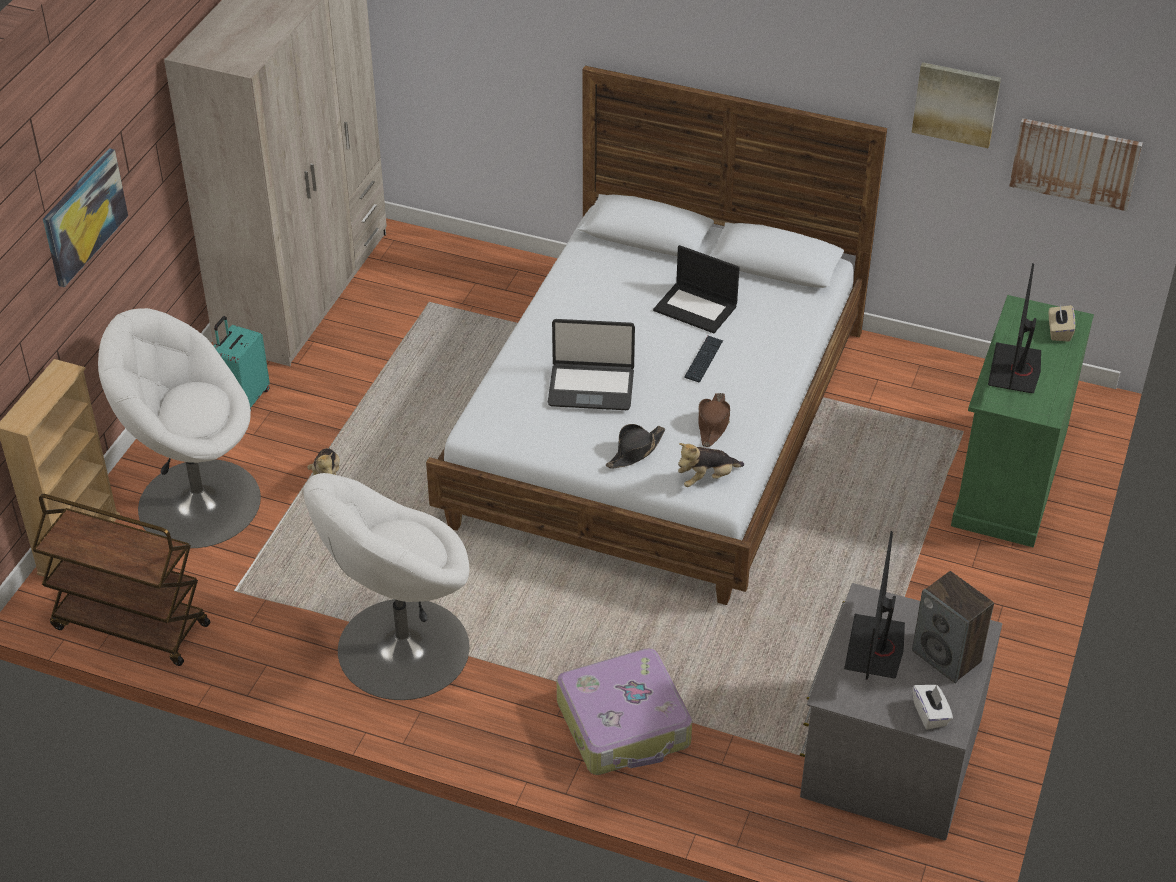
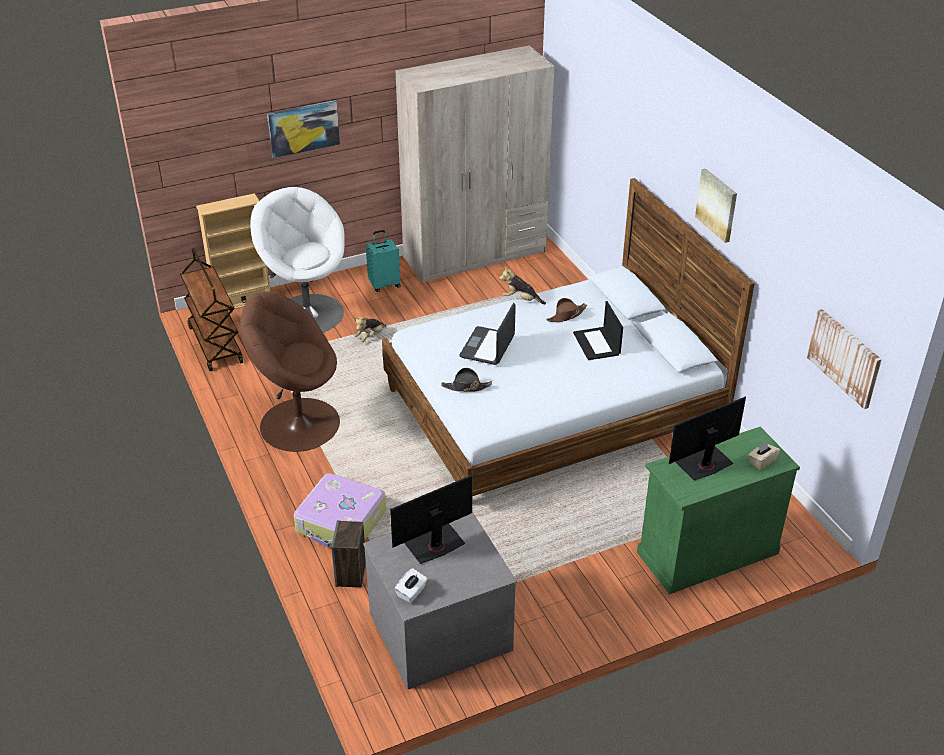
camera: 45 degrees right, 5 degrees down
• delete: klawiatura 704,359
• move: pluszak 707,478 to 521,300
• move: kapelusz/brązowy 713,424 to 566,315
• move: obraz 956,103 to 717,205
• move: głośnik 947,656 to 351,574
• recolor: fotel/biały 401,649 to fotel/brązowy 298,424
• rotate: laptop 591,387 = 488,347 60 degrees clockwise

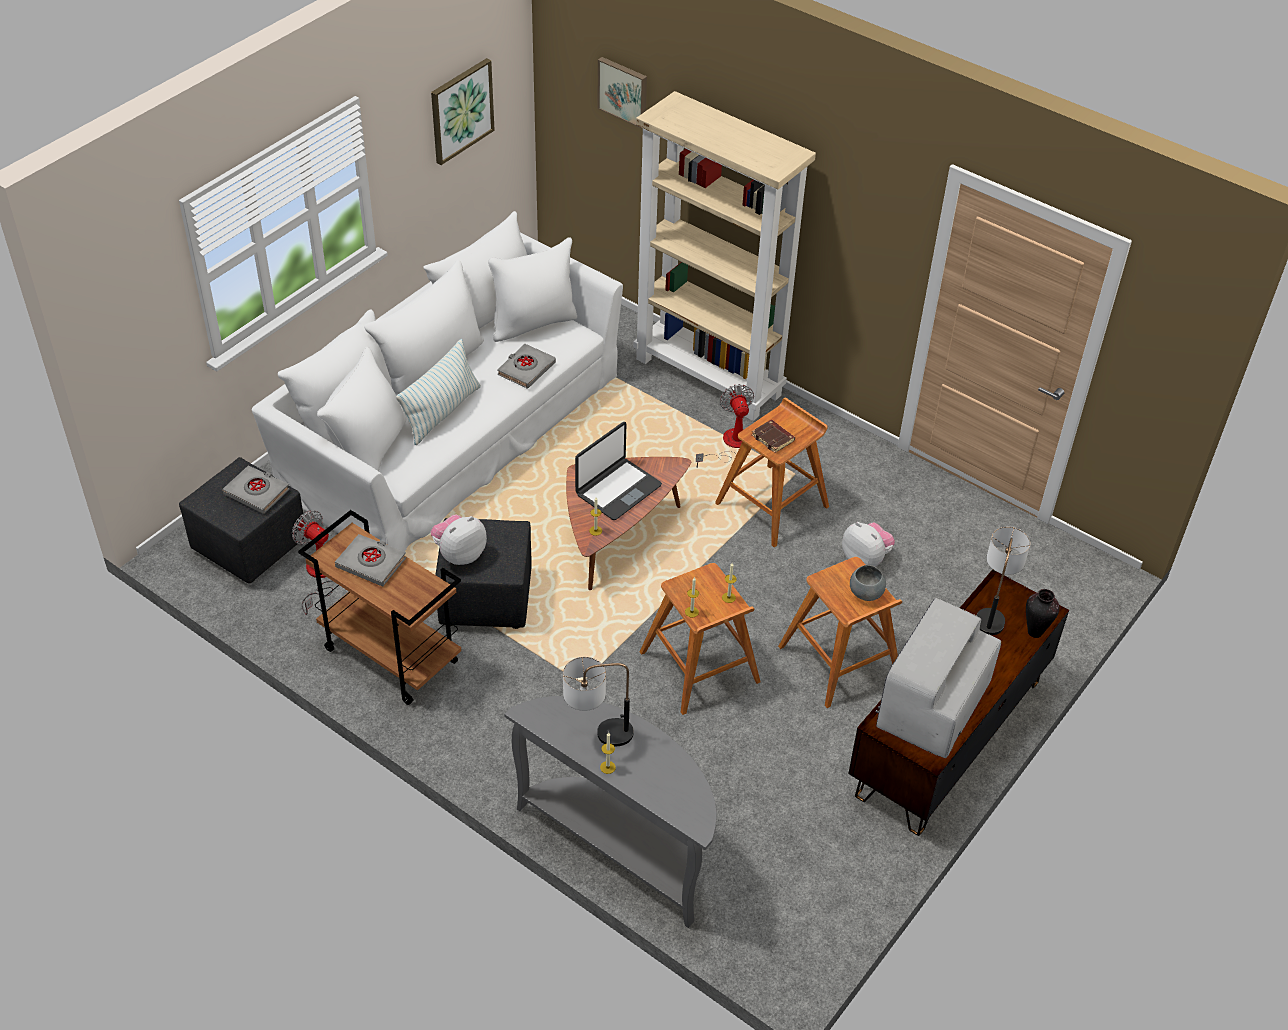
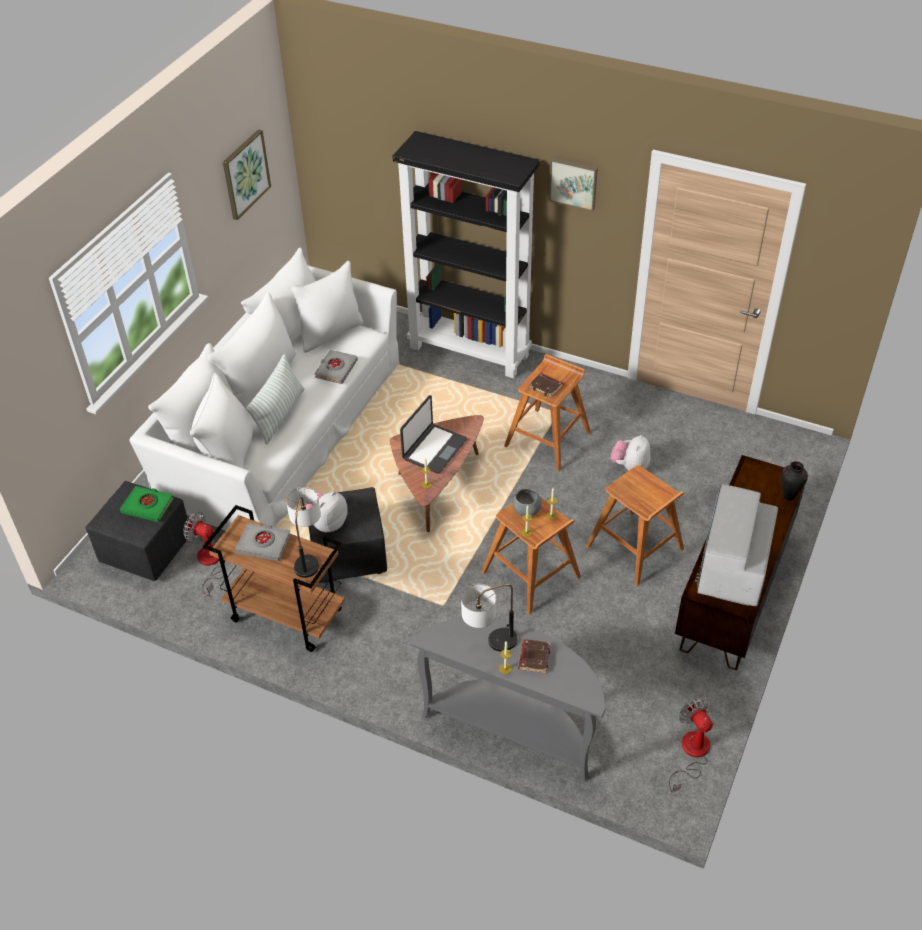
camera: 10 degrees left, 0 degrees up
• insert: książka/brązowy 533,657
• move: obraz 623,91 to 573,183
• move: wentylator 729,445 to 691,753
• move: miska/szary 866,593 to 526,510
• move: lampa stołowa 992,610 to 309,556
• recolor: książka/szary 257,492 to książka/zielony 148,506
• recolor: regał/beżowy 709,377 to regał/czarny 470,351
• rotate: pluszak 865,559 = 630,467 105 degrees counterclockwise

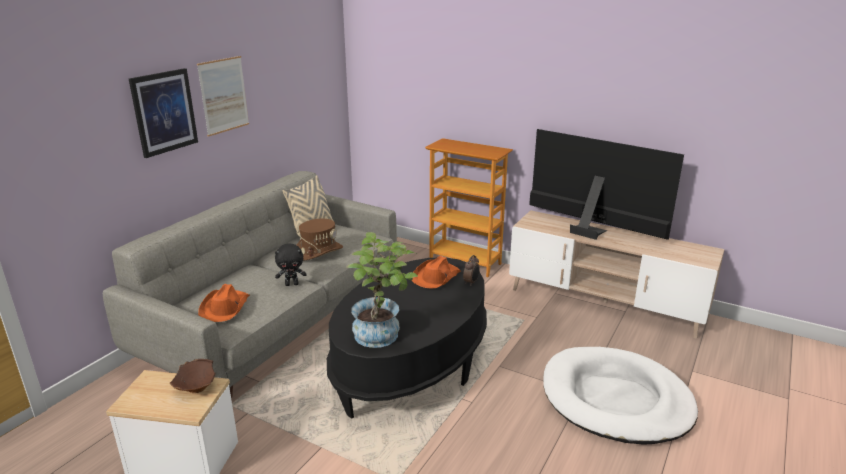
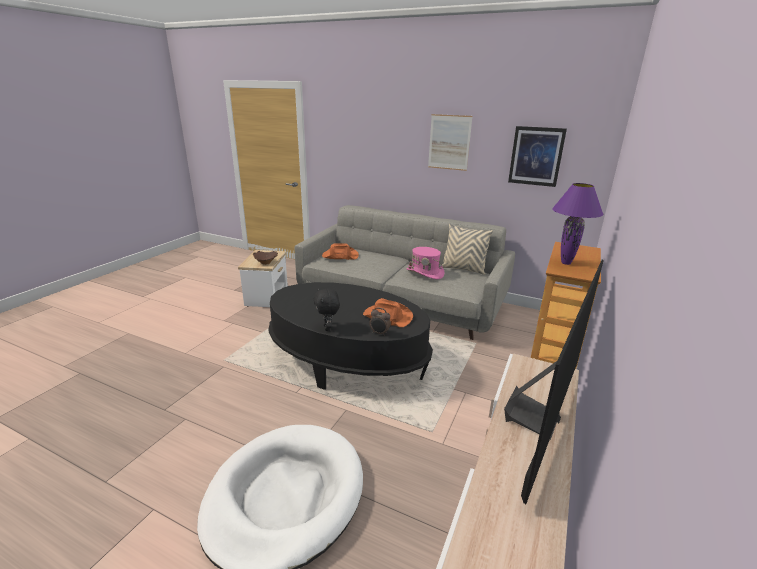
camera: 85 degrees right, 0 degrees up
• delete: roślina doniczkowa 383,336
• insert: lampa stołowa/fioletowy 566,263
• move: obraz 164,112 to 536,156
• move: pluszak/czarny 292,284 to 328,328
• recolor: kapelusz/brązowy 319,251 to kapelusz/różowy 425,273

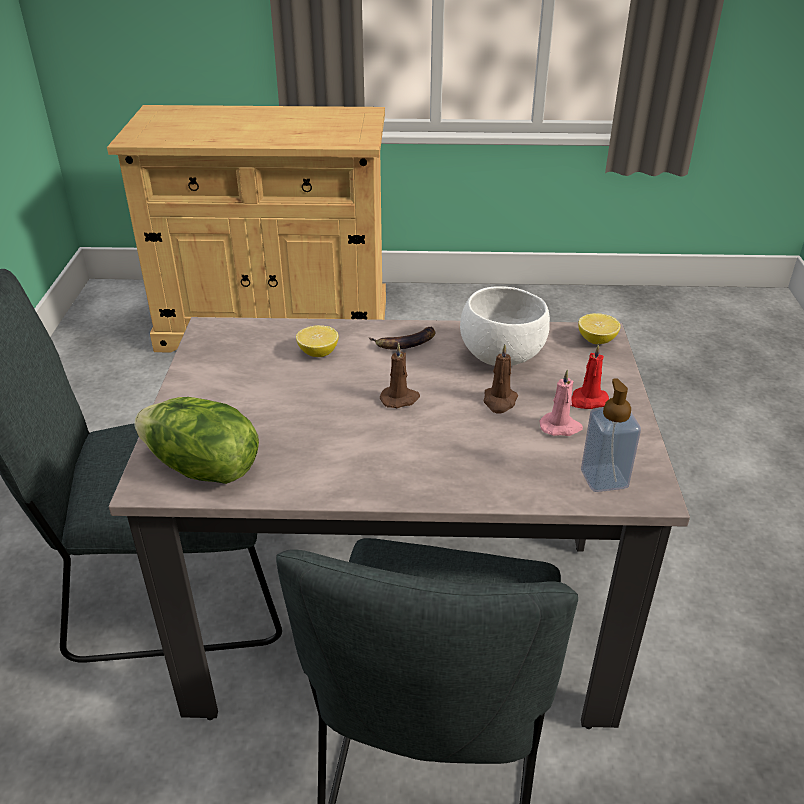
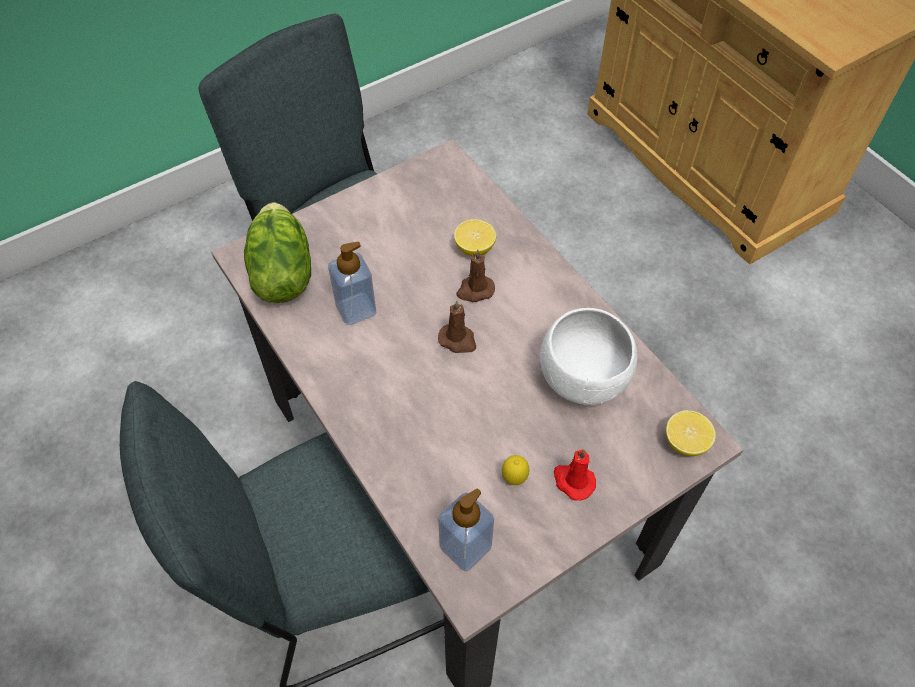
camera: 55 degrees right, 20 degrees up
• delete: banan 405,342
• insert: dozownik mydła 356,309
• move: świeca/brązowy 499,401 to 475,290
• replace: świeca/różowy 561,427 to cytryna 514,478

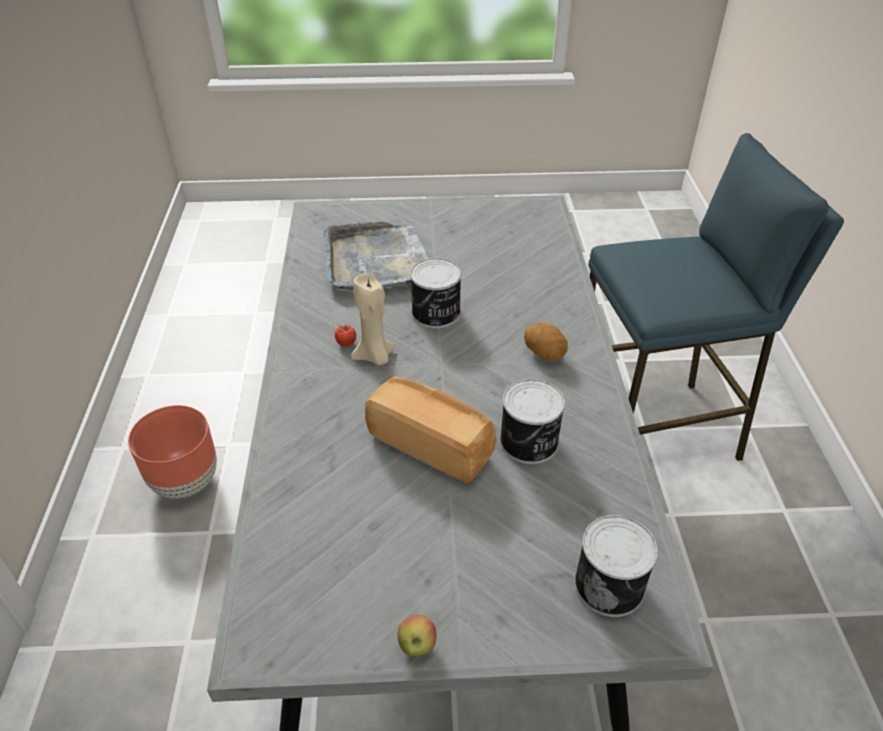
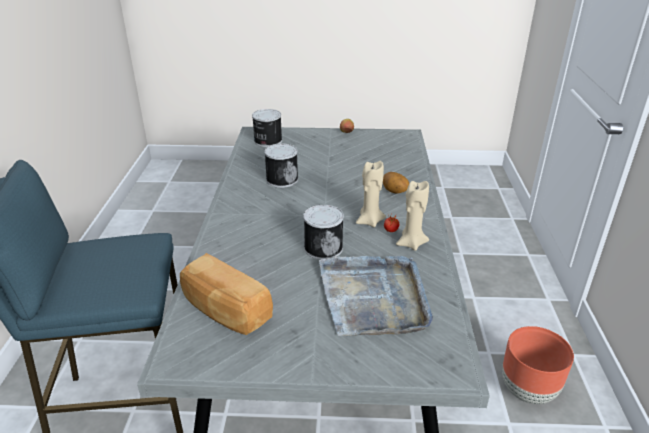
camera: 175 degrees left, 10 degrees down
• insert: świeca/beżowy 411,243
• move: chleb 431,444 to 225,310
• move: ziemniak 544,353 to 394,192

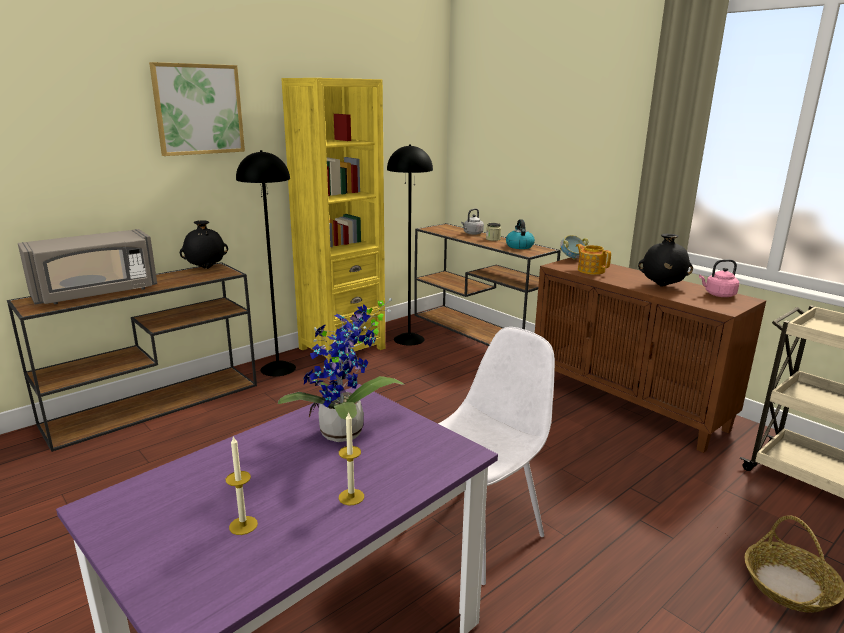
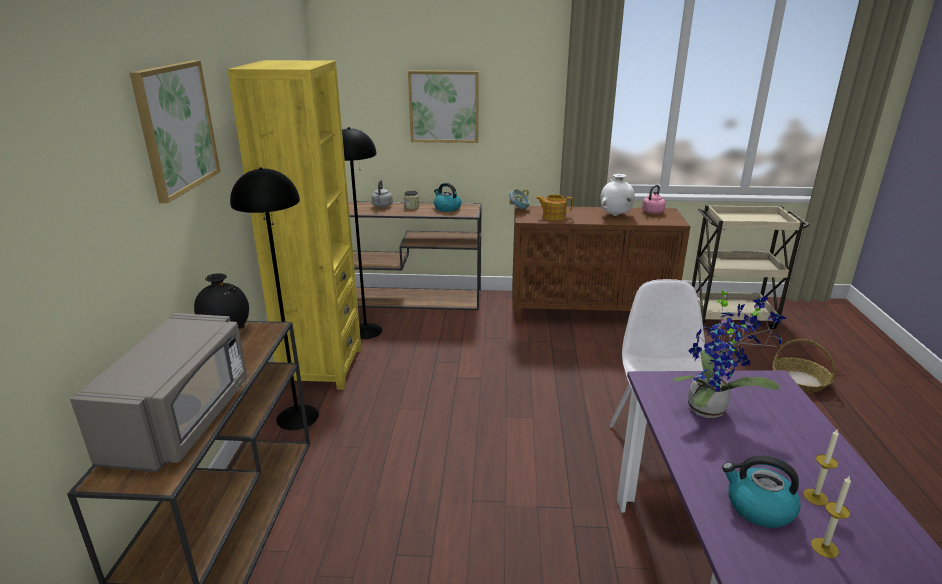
camera: 45 degrees left, 5 degrees up
• insert: obraz 444,107
• insert: czajnik 758,508
• move: świeca 351,497 to 824,548
• recolor: wazon/czarny 661,286 to wazon/biały 615,215

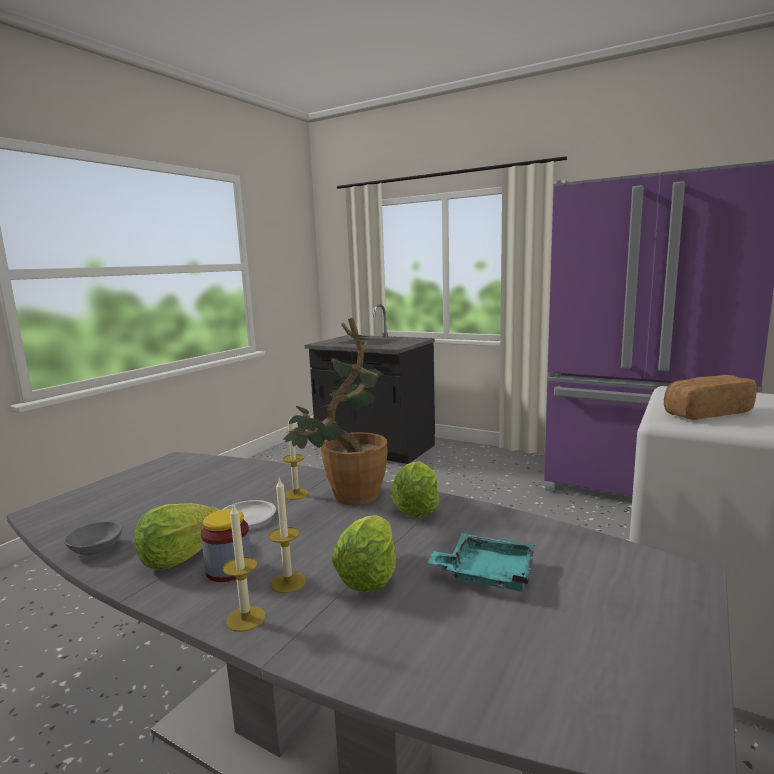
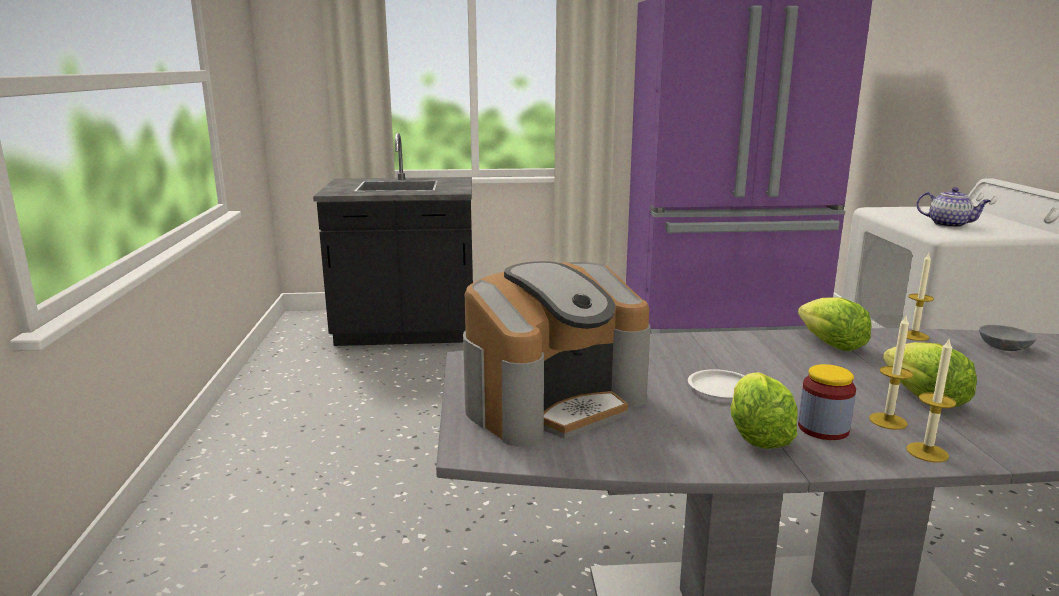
camera: 35 degrees left, 5 degrees up
• delete: roślina doniczkowa 347,499
• delete: taca/turkusowy 486,573
• insert: ekspres do kawy 554,401
• move: miska/szary 98,548 to 1005,346
• move: świeca 296,494 to 914,336
• replace: chleb 705,413 to imbryk 949,225

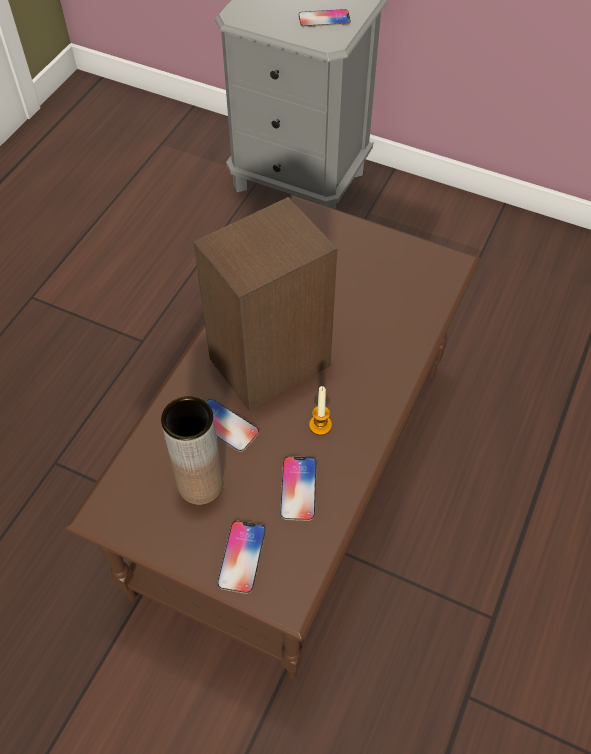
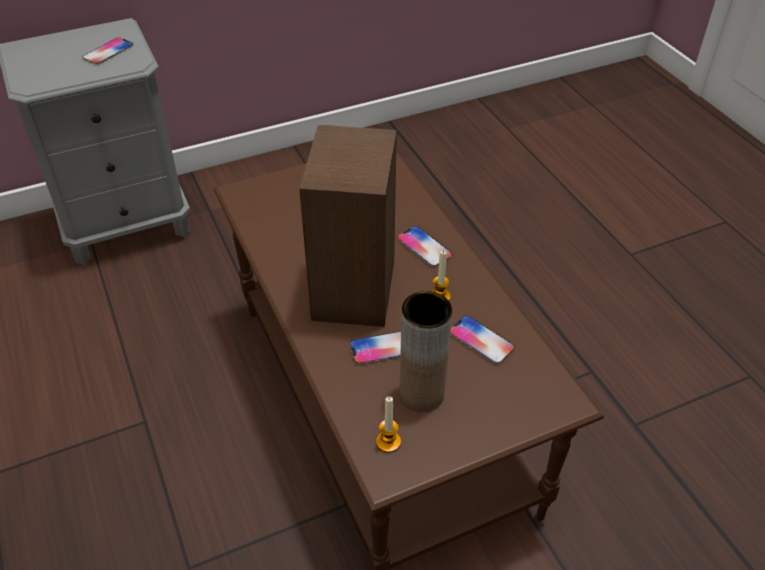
camera: 50 degrees left, 10 degrees down
• insert: świeca 388,442
• move: telefon 242,557 to 424,247

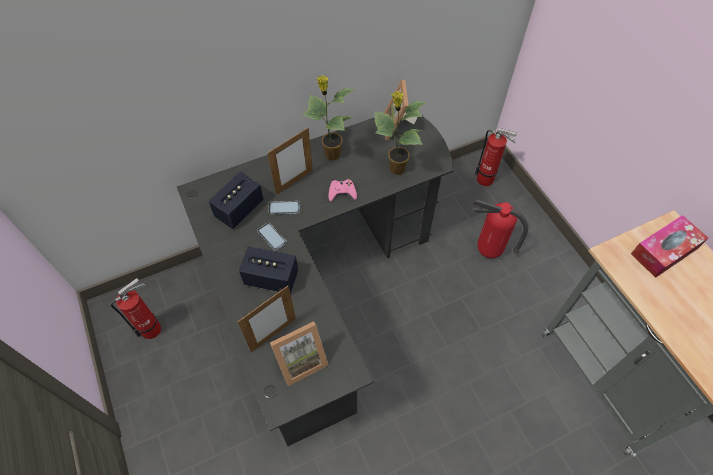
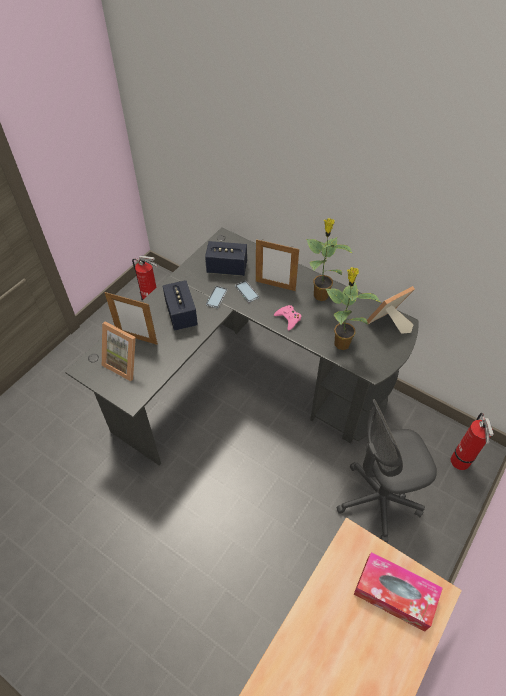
camera: 60 degrees right, 5 degrees down
• replace: gaśnica 488,252 to krzesło biurowe/szary 378,500

